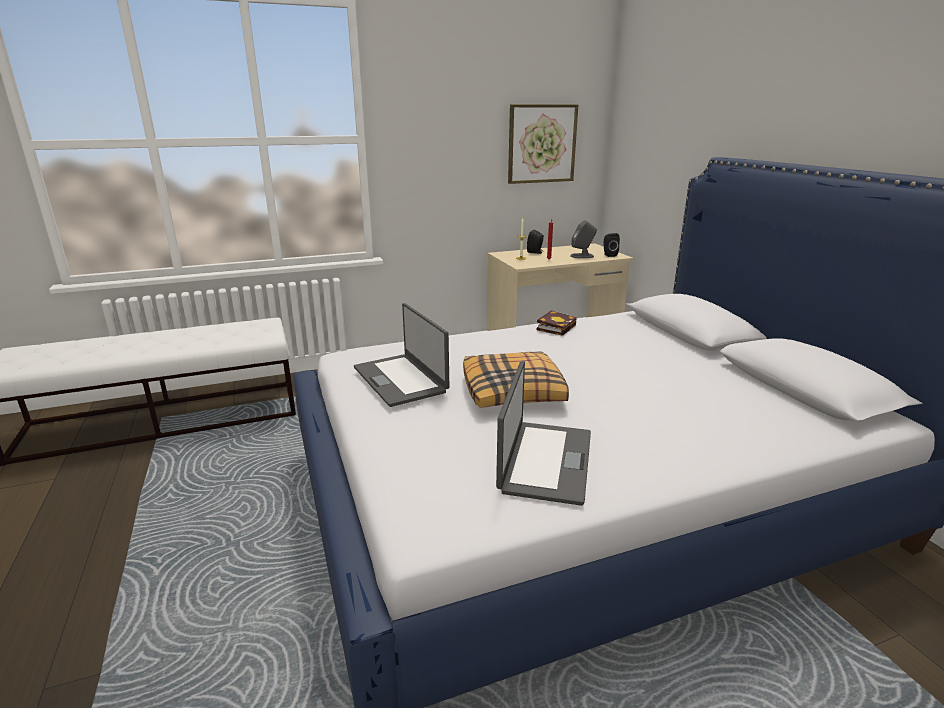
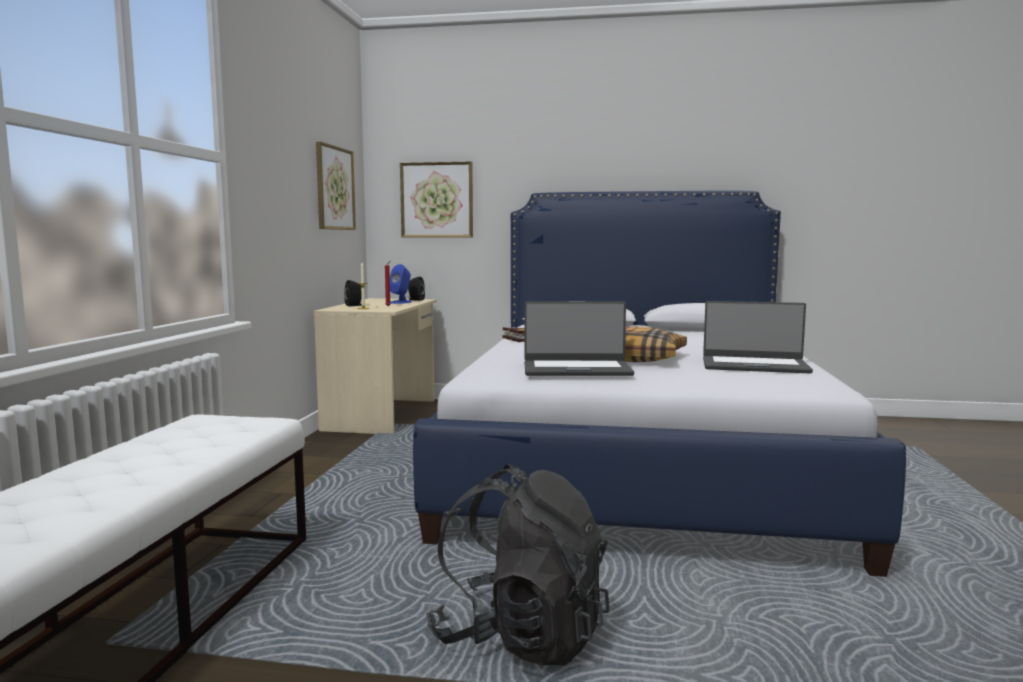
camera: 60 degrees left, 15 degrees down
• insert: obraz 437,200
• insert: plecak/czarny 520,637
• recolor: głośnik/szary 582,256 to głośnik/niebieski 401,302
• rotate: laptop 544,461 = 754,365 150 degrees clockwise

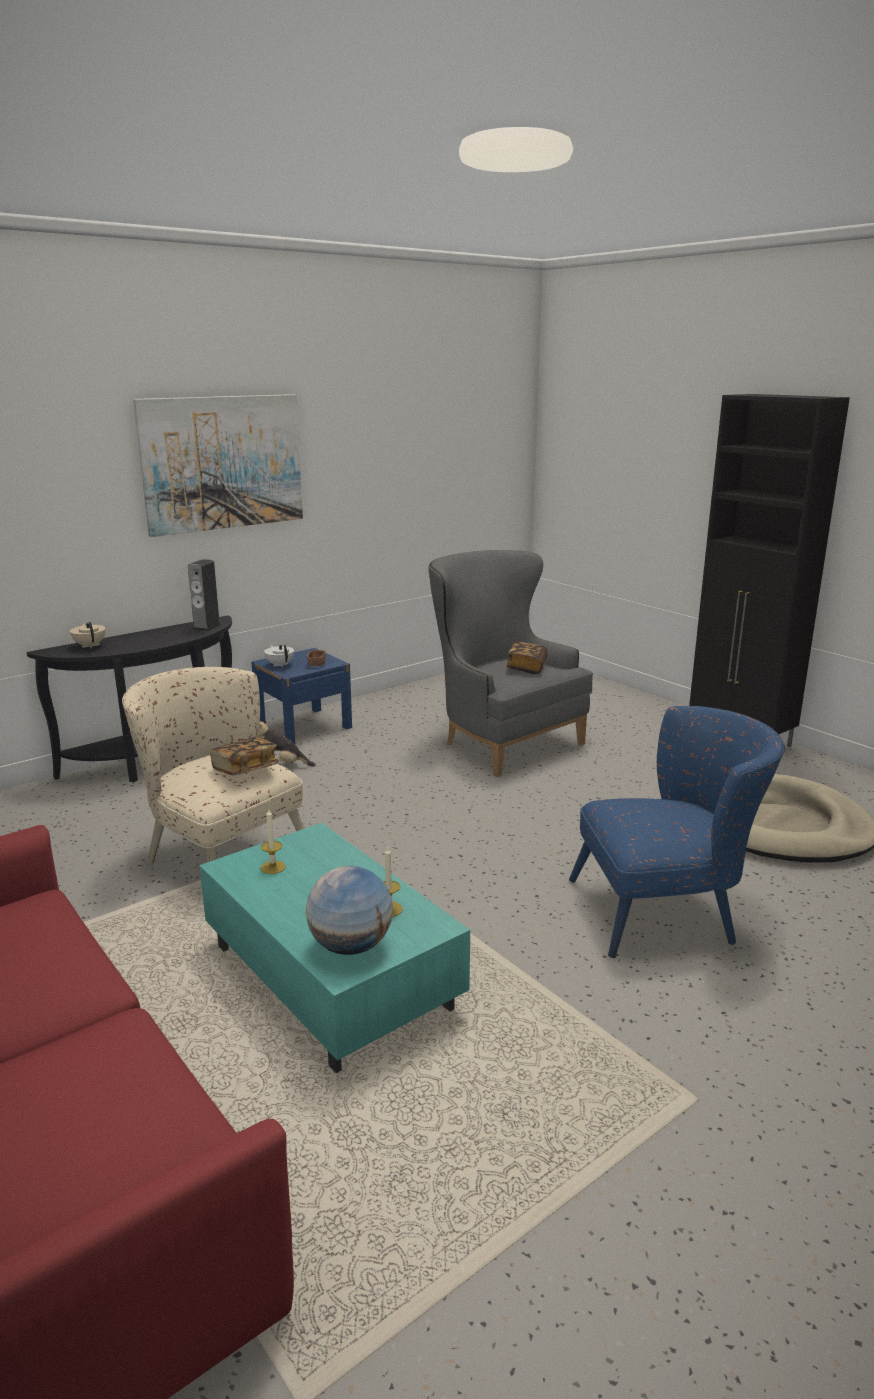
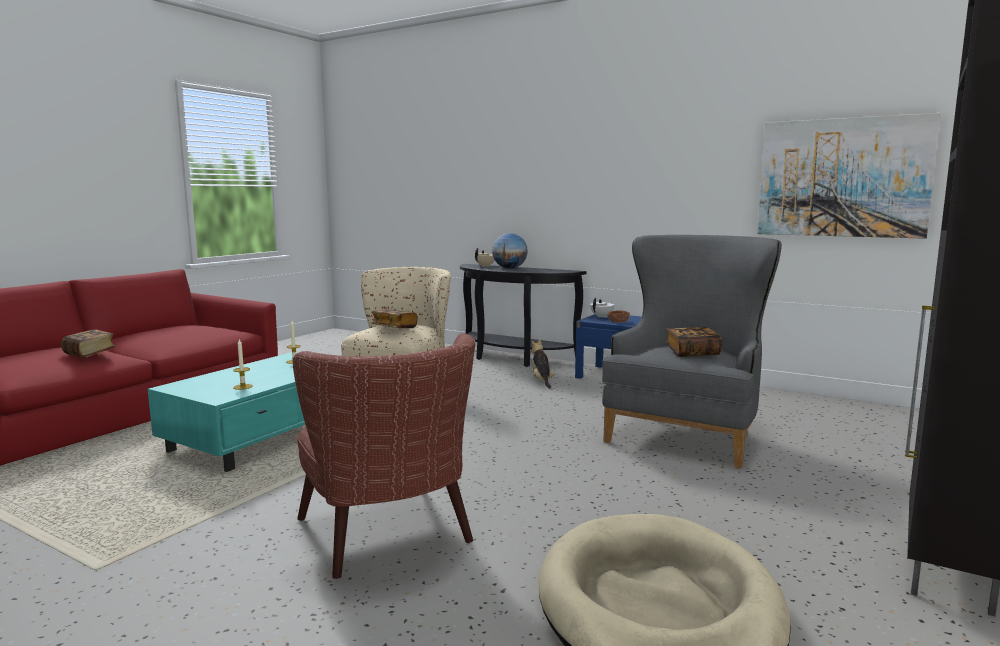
camera: 70 degrees right, 10 degrees down
• delete: głośnik 207,627
• insert: książka 90,354
• move: obraz 223,463 to 842,178
• move: globus 351,946 to 509,268
• recolor: fotel/niebieski 667,911 to fotel/brązowy 389,540

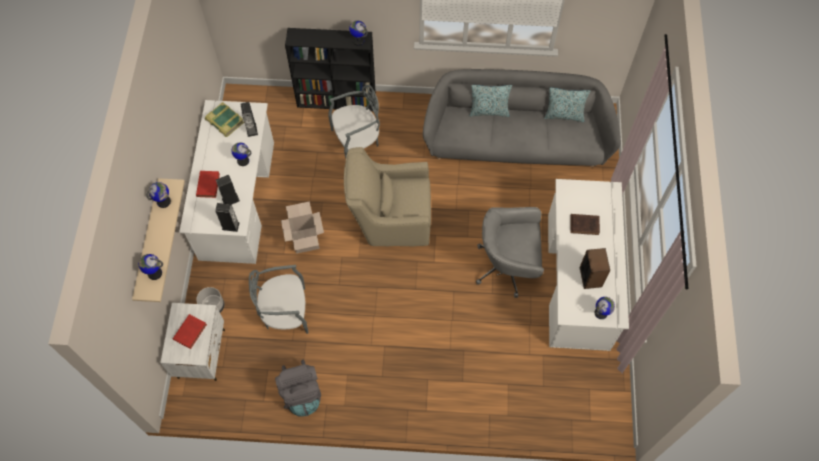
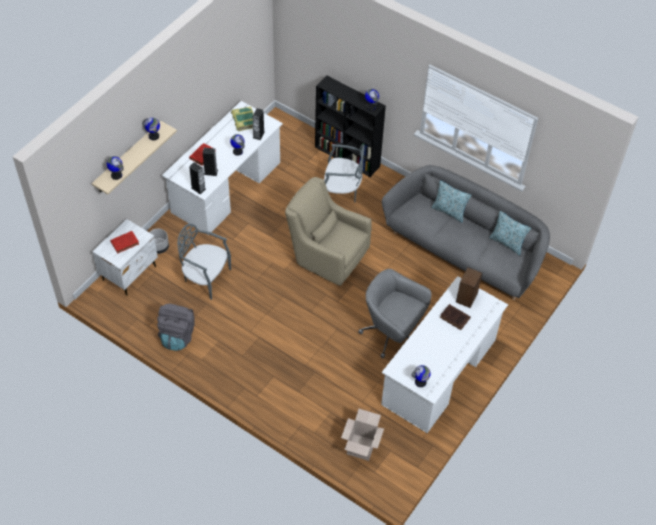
camera: 30 degrees right, 10 degrees down
• move: karton 305,240 to 361,447
• move: głośnik 590,277 to 467,297

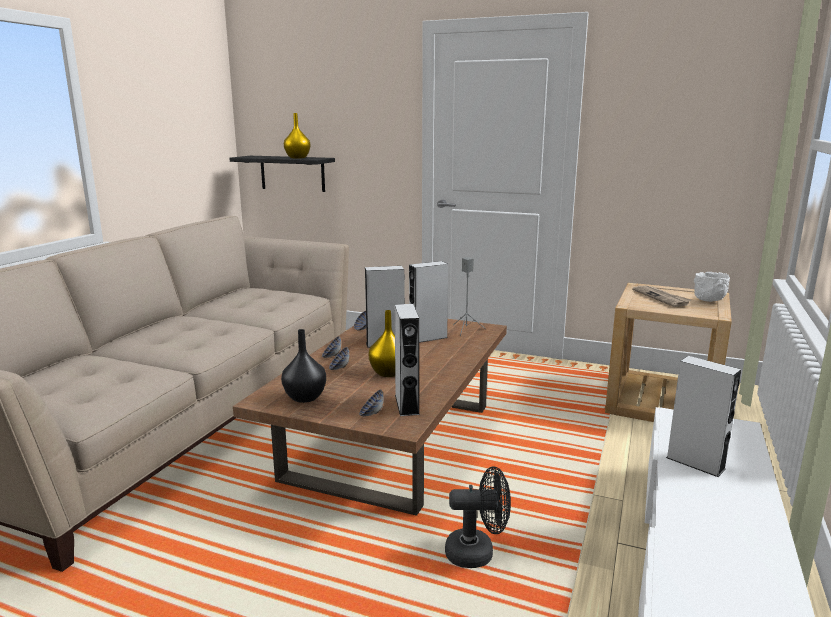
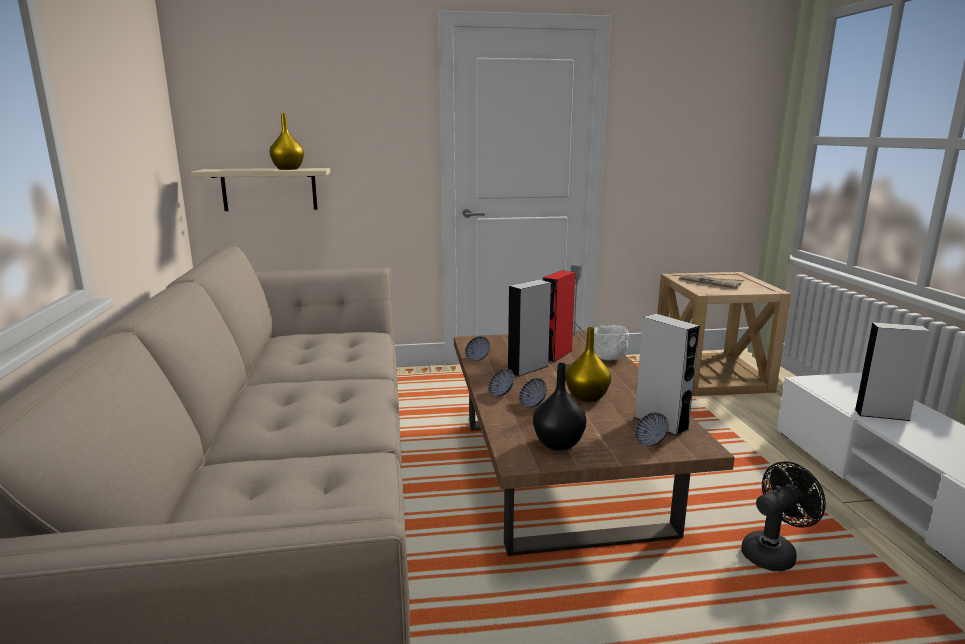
camera: 30 degrees left, 0 degrees up
• move: miska/biały 709,301 to 609,359
• recolor: półka/czarny 292,173 to półka/beżowy 269,189
• recolor: głośnik/szary 428,338 to głośnik/czerwony 556,355

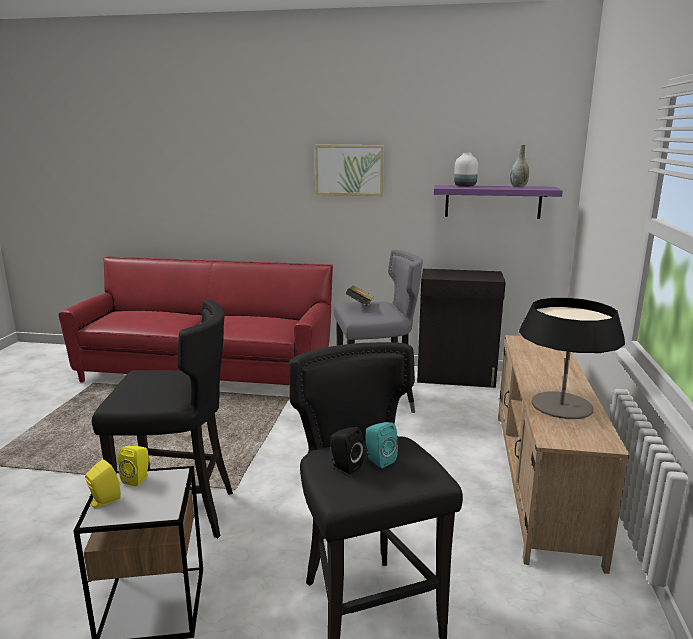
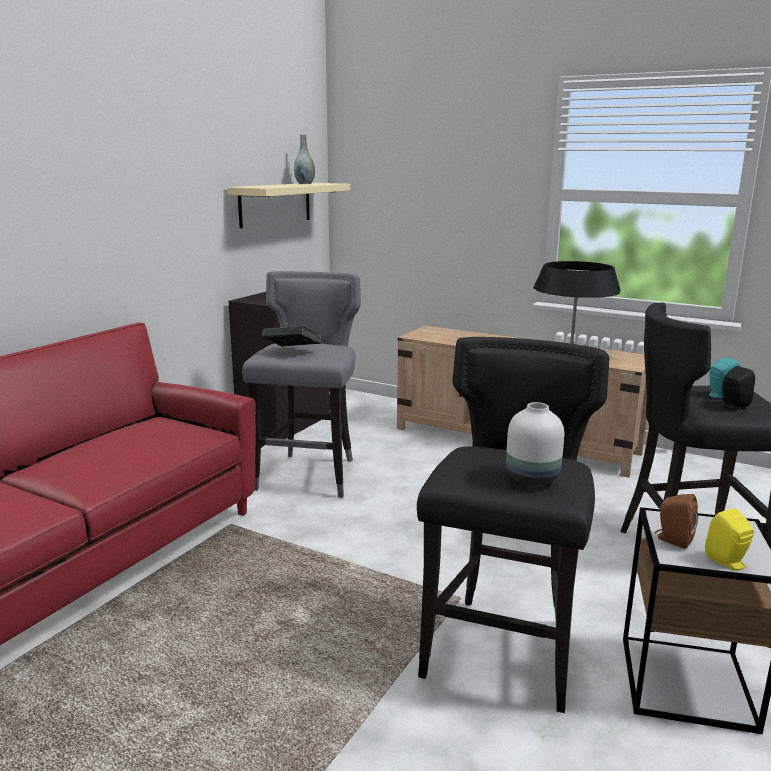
camera: 70 degrees left, 0 degrees up
• delete: obraz 349,170
• move: wazon/biały 465,186 to 533,478
• recolor: głośnik/żółty 138,479 to głośnik/brązowy 672,540
• recolor: półka/fioletowy 493,201 to półka/beżowy 275,204

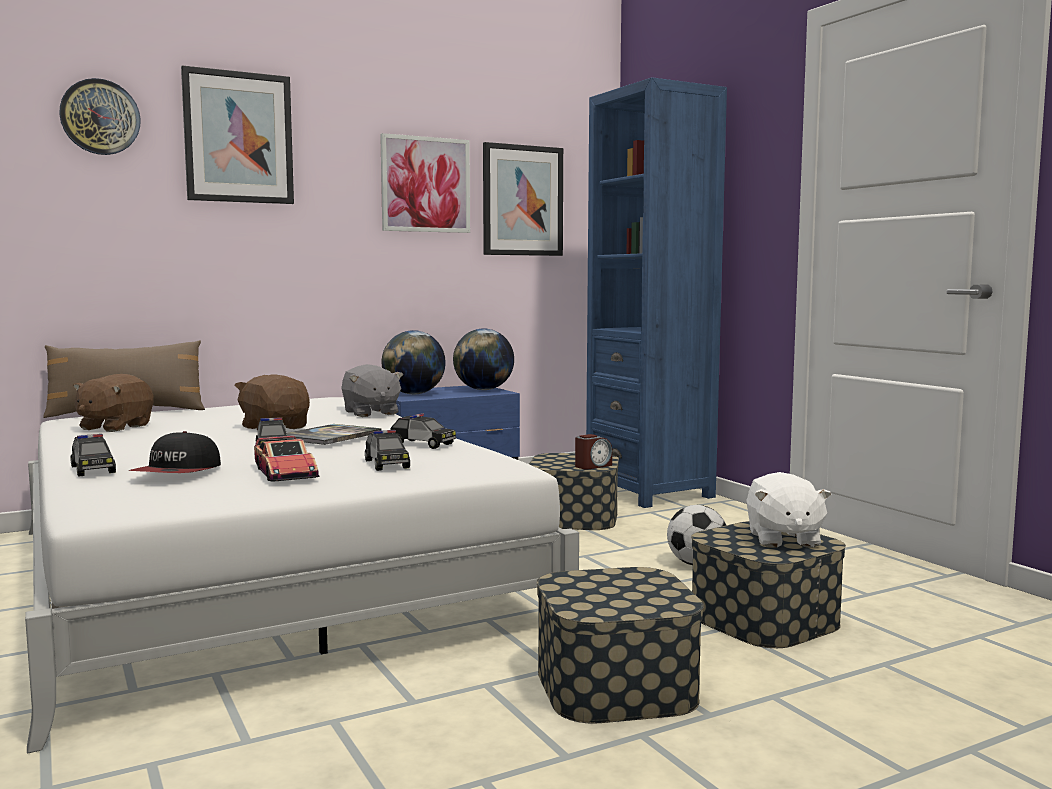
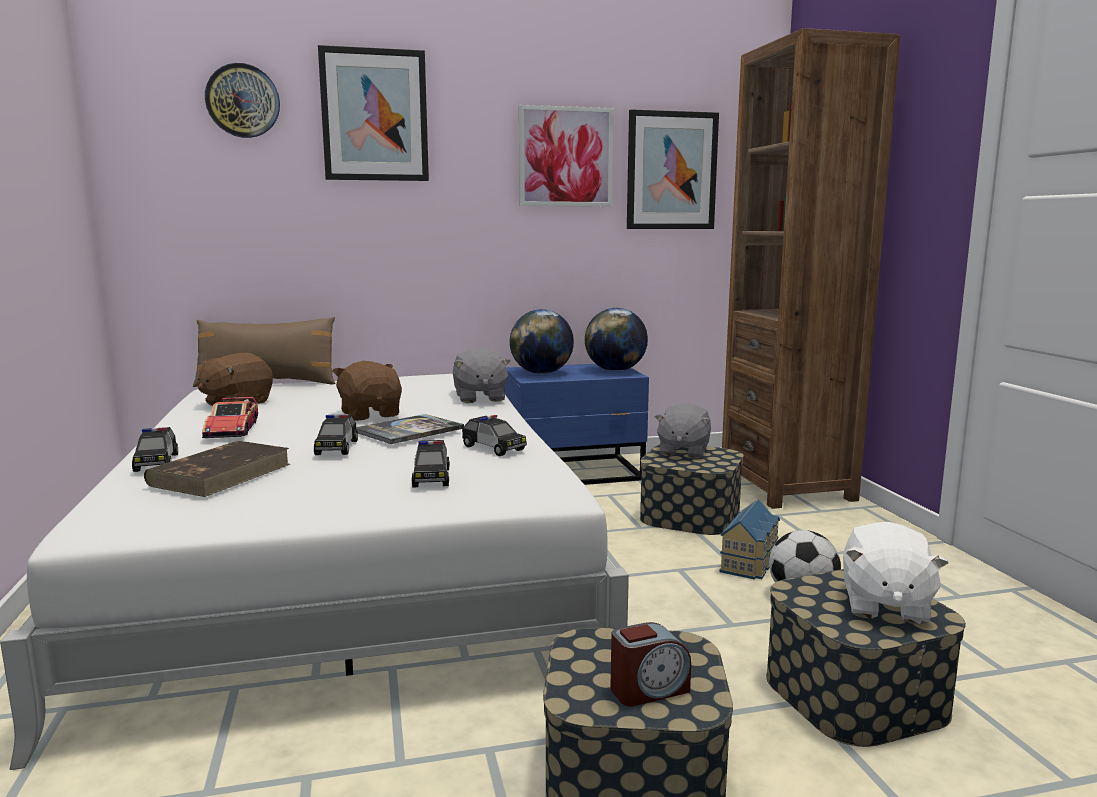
camera: 15 degrees right, 5 degrees up
• insert: pluszak/szary 682,452
• insert: domek 751,563
• move: samochodzik 285,473 to 232,429
• move: budzik 593,466 to 648,690
• replace: czapka z daszkiem 178,472 to książka/brązowy 221,474
• recolor: regał/niebieski 649,491 to regał/brązowy 786,486

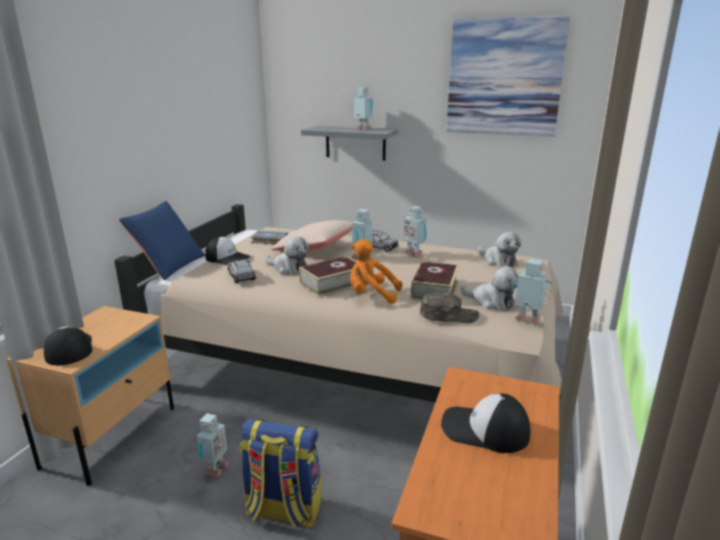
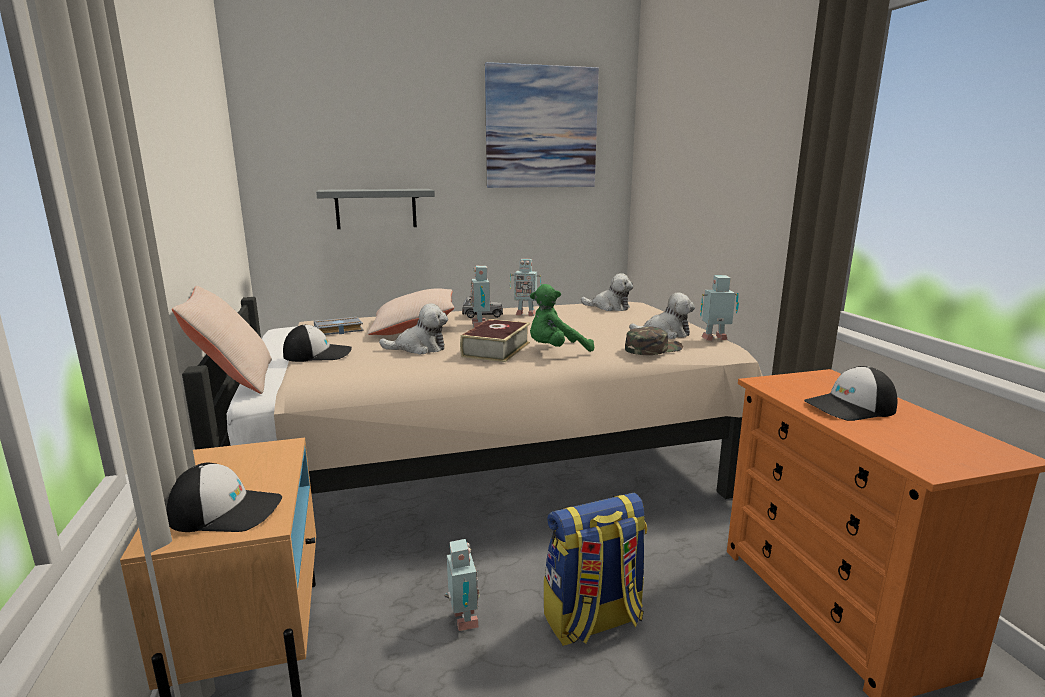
camera: 35 degrees left, 5 degrees down
• delete: samochodzik/szary 241,277
• delete: robot zabawkowy 363,129
• delete: książka 434,289
• recolor: poduszka/niebieski 169,265 to poduszka/beżowy 233,379
• recolor: pluszak/pomarańczowy 371,295 to pluszak/zielony 556,351
• rotate: czapka z daszkiem 68,349 = 226,511 150 degrees clockwise

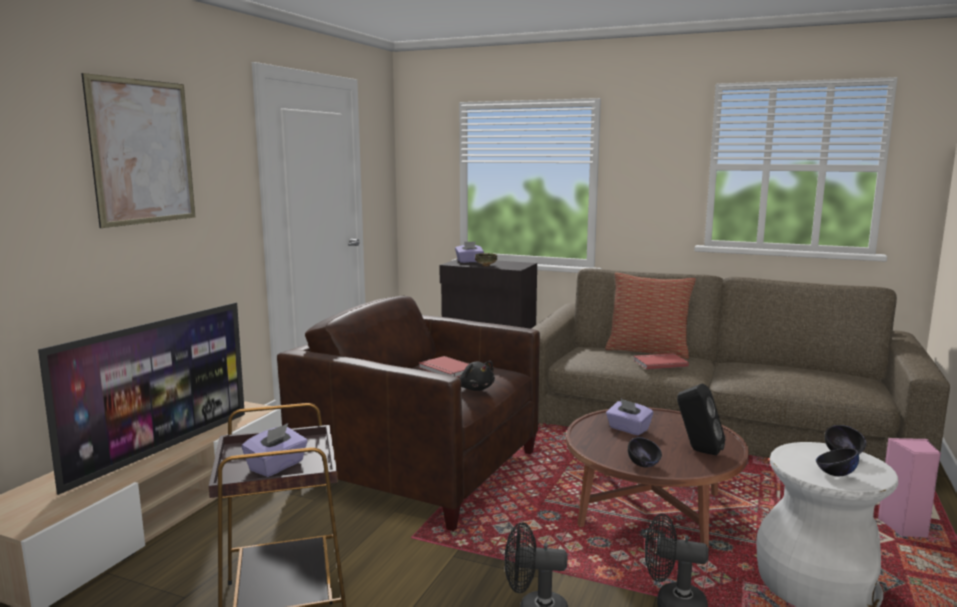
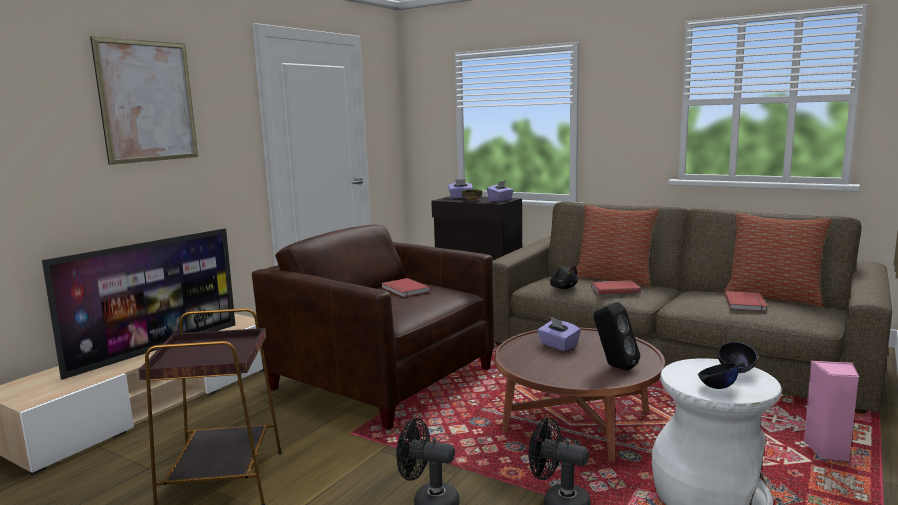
camera: 10 degrees right, 0 degrees up
• delete: miska/czarny 643,465
• insert: poduszka 773,297
• insert: książka/czerwony 746,303
• move: pudełko chusteczek/fioletowy 277,466 to 500,200
• move: pluszak/czarny 476,388 to 563,288

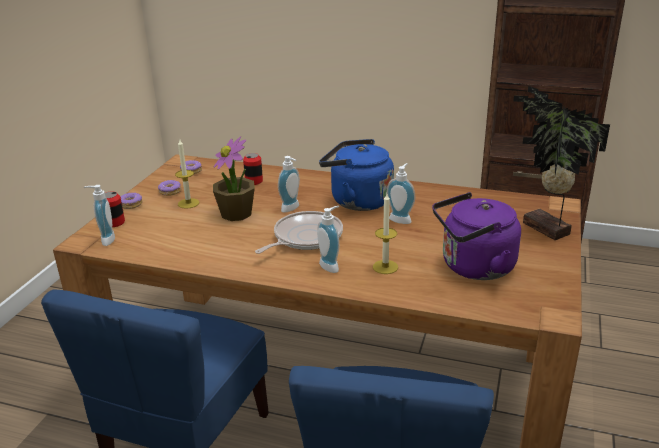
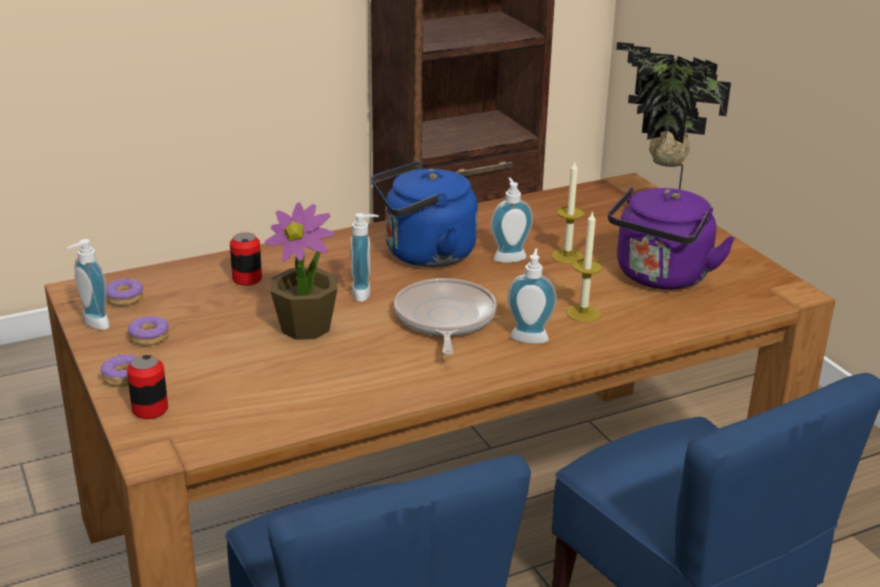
camera: 45 degrees left, 0 degrees up
• move: dozownik mydła 105,240 to 92,324
• move: świeca 188,203 to 567,256

